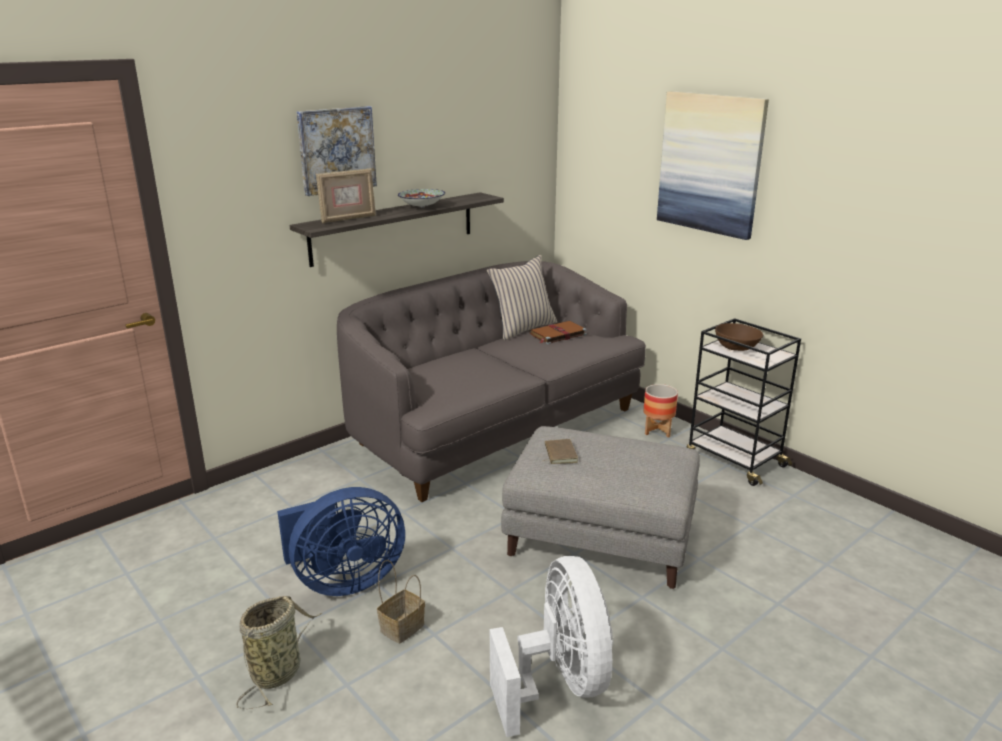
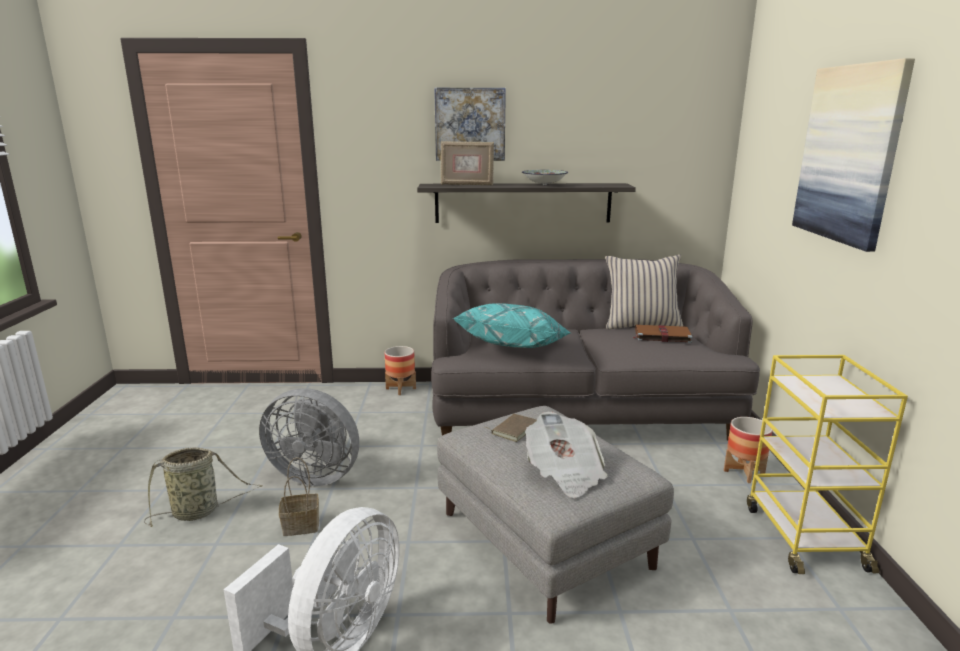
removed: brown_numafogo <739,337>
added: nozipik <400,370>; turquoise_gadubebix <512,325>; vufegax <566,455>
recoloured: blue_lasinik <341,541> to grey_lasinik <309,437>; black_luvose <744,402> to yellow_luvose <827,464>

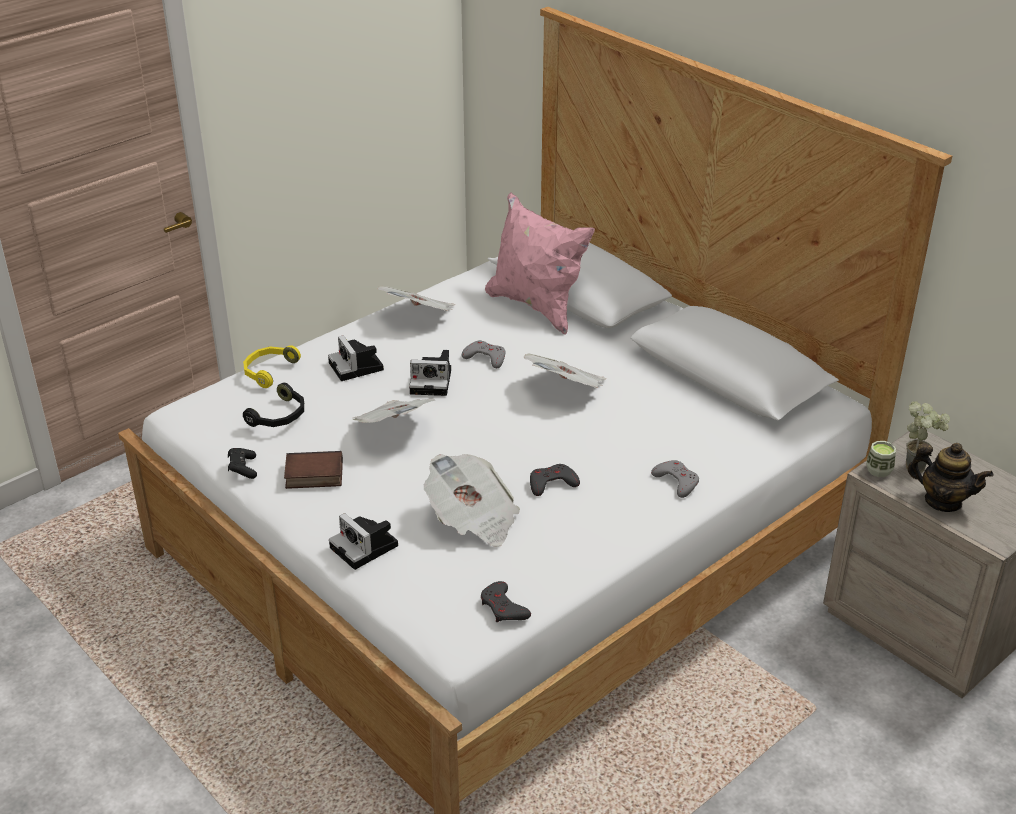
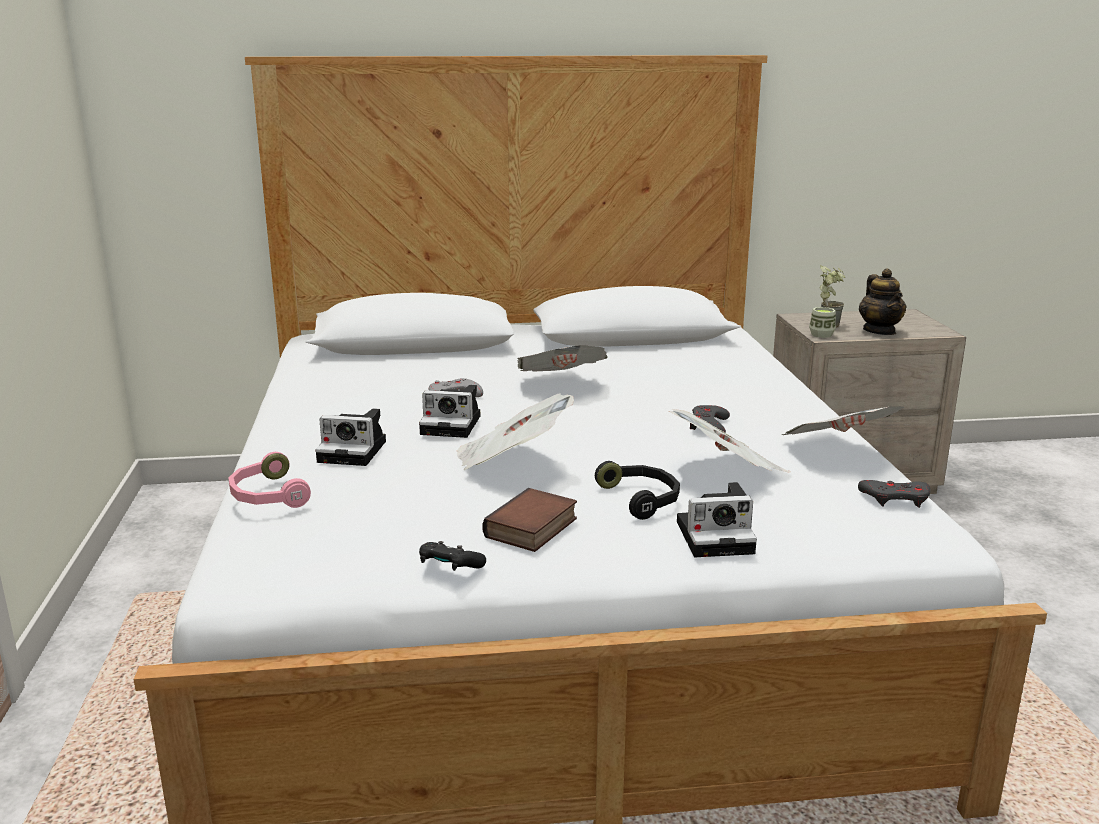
removed: pink_gadubebix <540,264>; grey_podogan <675,479>
moved: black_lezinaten <273,405> to <637,490>; vufegax <416,298> to <843,420>
recoloured: yellow_lezinaten <272,366> to pink_lezinaten <269,480>
turned: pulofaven <430,373> = <449,411> 60 degrees clockwise; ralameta <950,477> = <883,301> 105 degrees clockwise

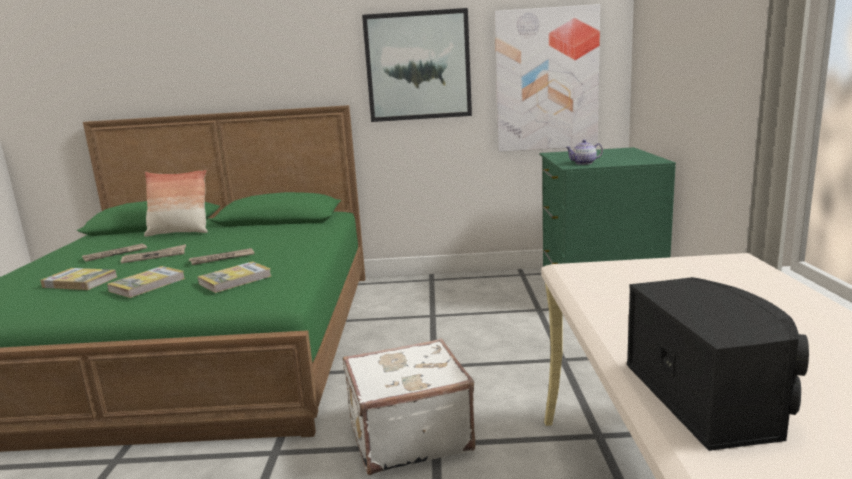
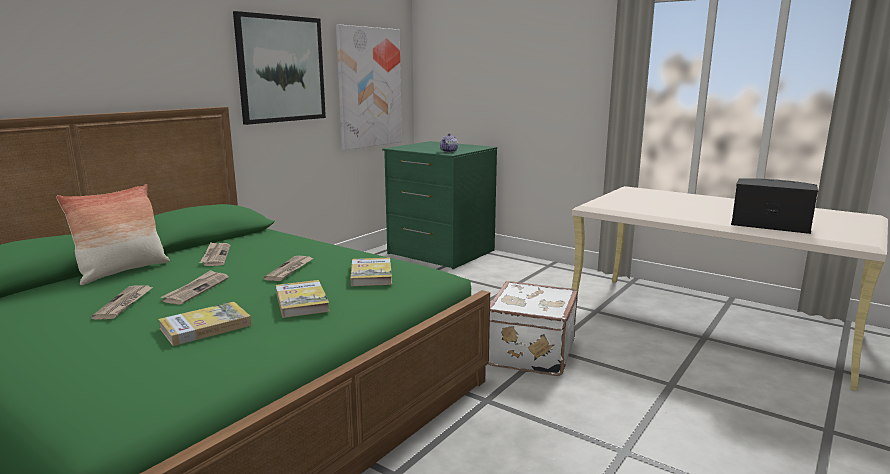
added: vufegax <215,254>

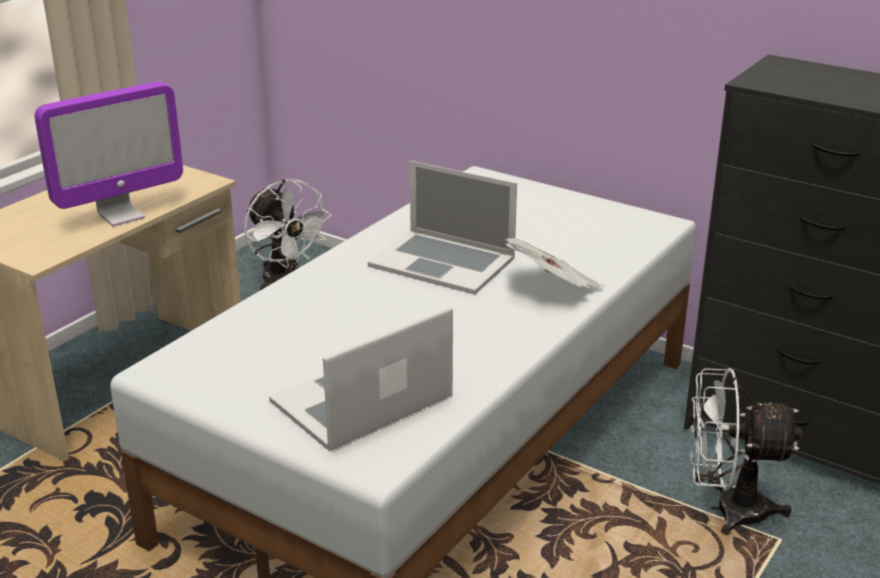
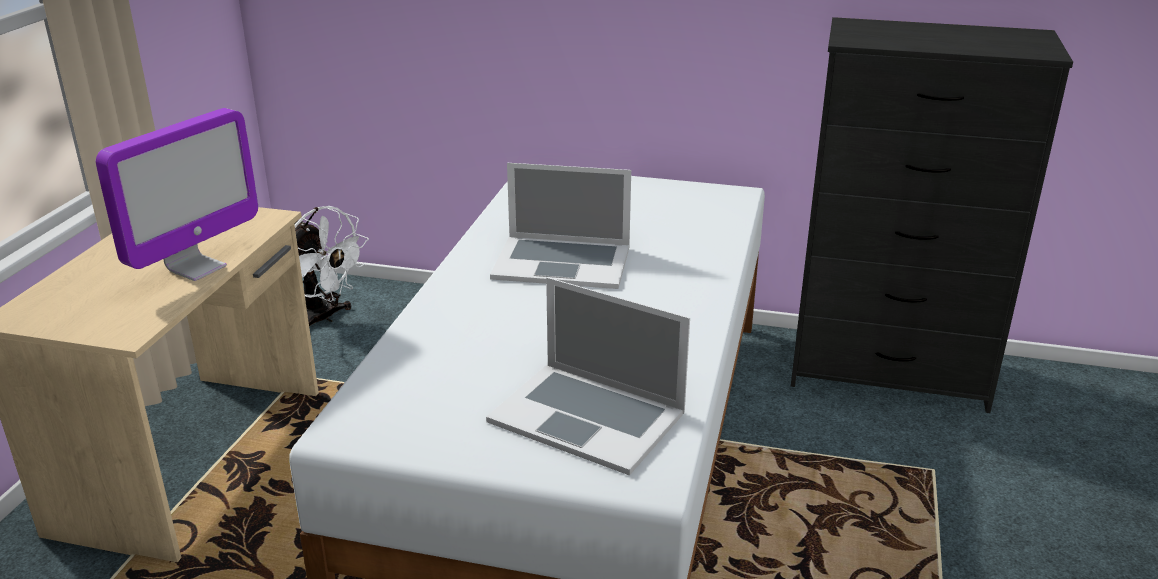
removed: vufegax <555,263>; white_lasinik <746,451>
turned: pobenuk <361,378> = <588,376> 90 degrees counterclockwise

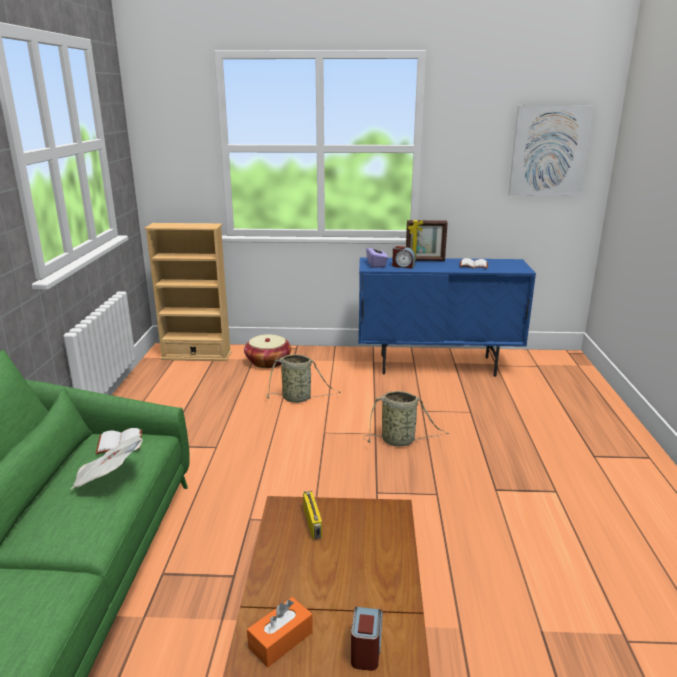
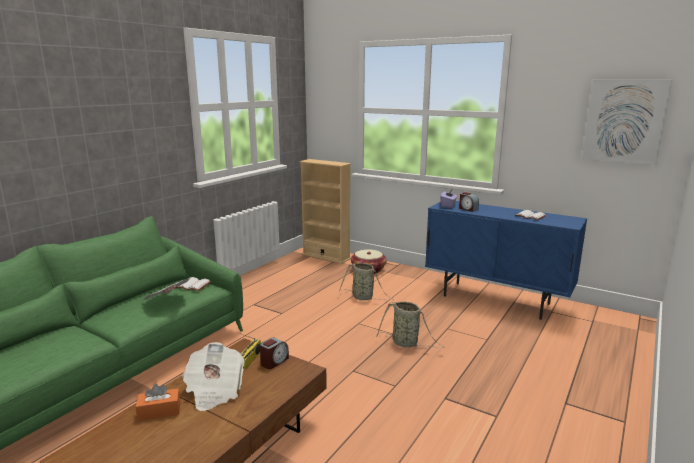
removed: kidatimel <427,240>
added: vufegax <213,376>
moved: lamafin <366,639> to <274,353>

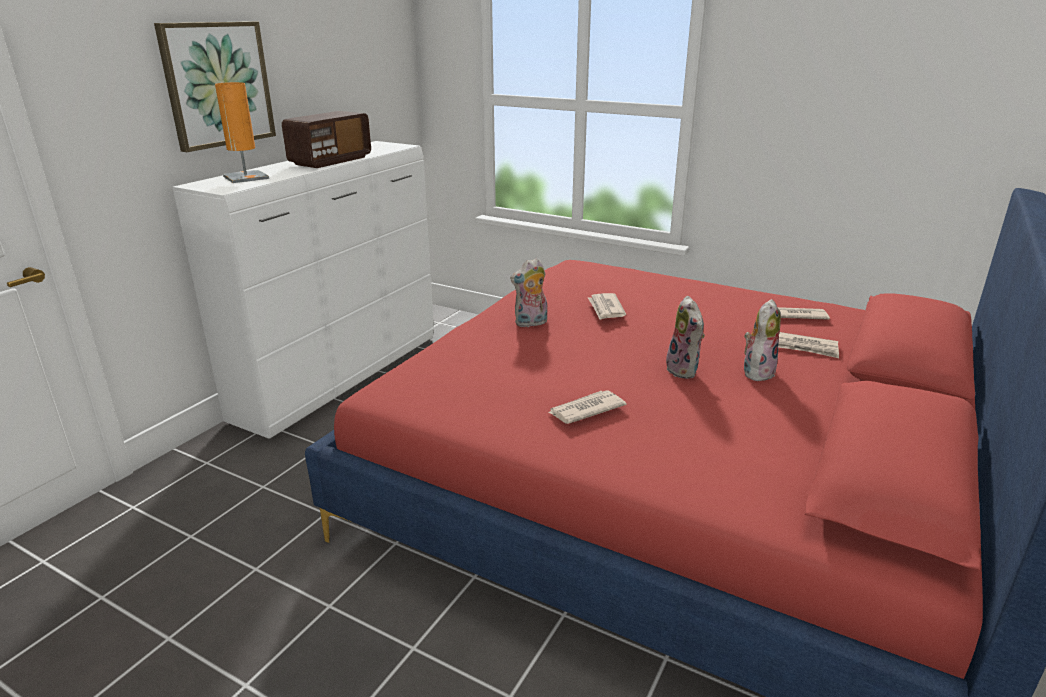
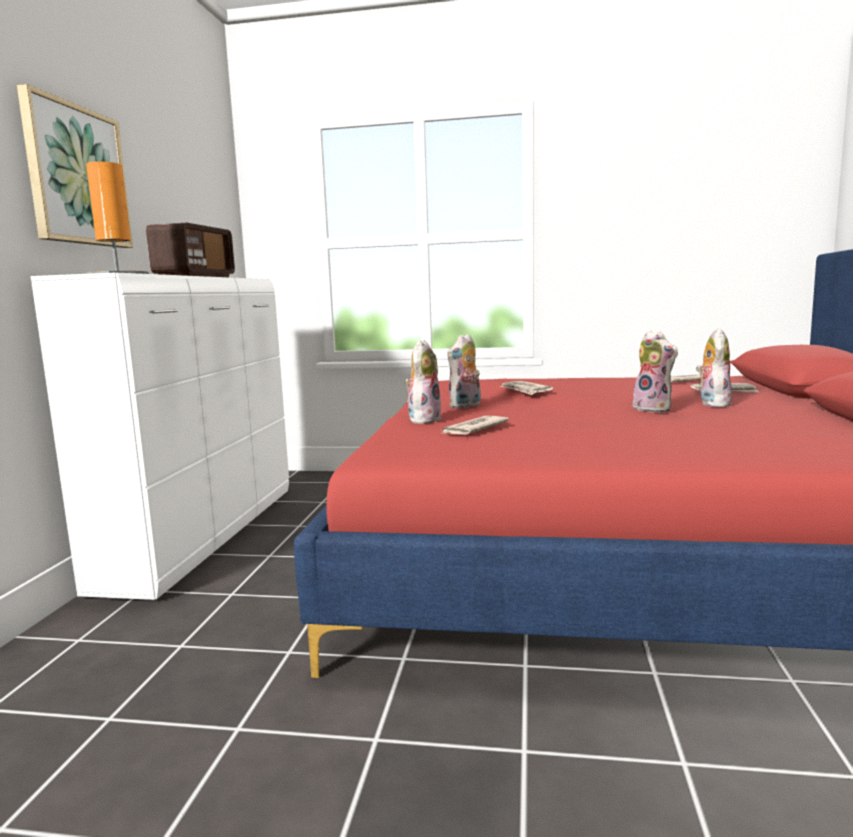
added: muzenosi <423,382>
moved: vufegax <587,407> to <474,425>

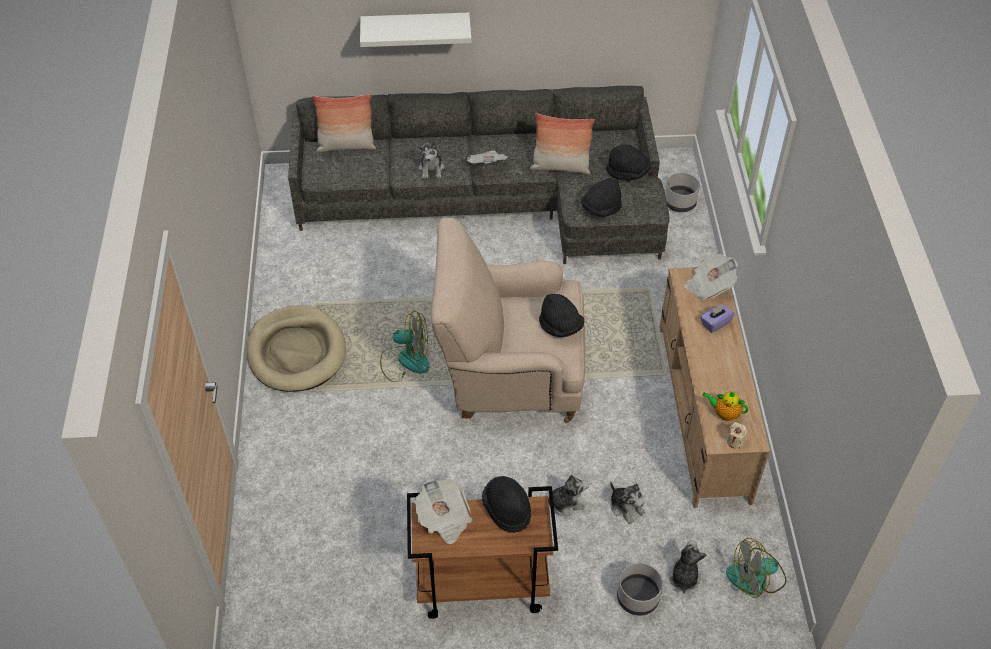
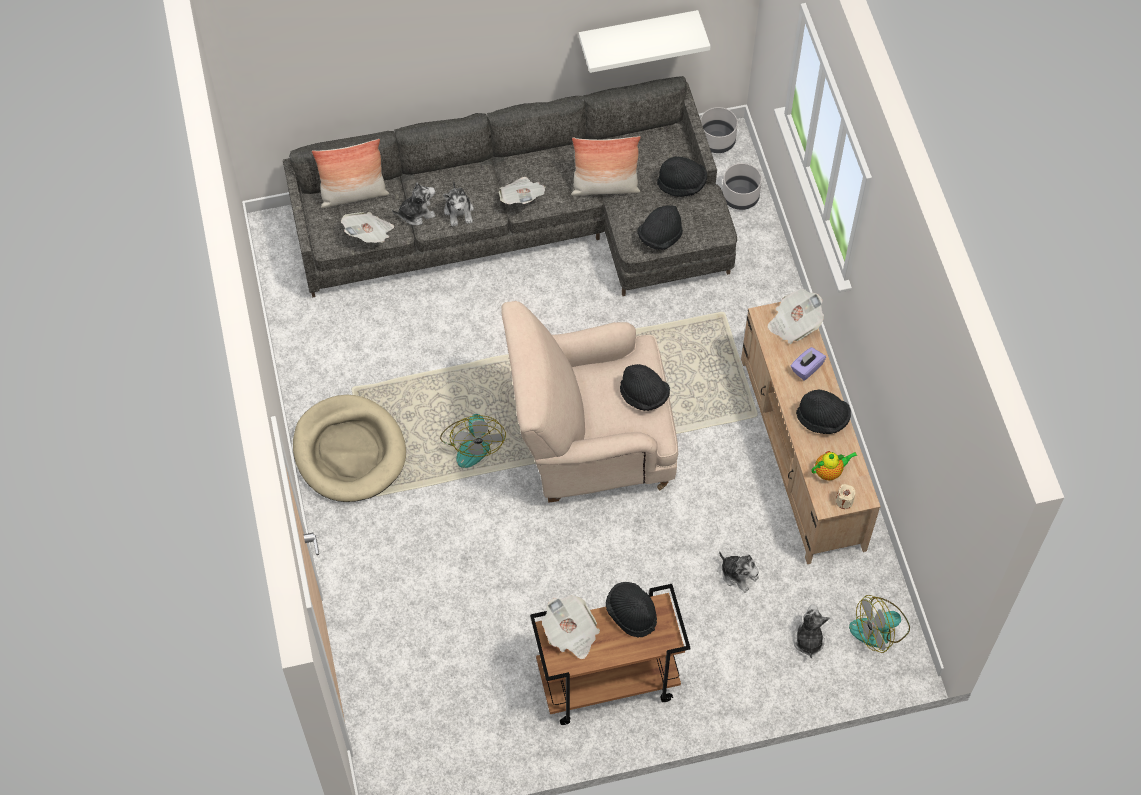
added: vufegax <367,227>; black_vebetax <823,412>
moved: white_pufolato <415,30> to <644,41>; muzenosi <568,495> to <414,203>; grey_nozipik <640,589> to <719,130>
turned: lasinik <405,346> = <473,441> 90 degrees clockwise; ralameta <725,406> = <834,465> 150 degrees clockwise

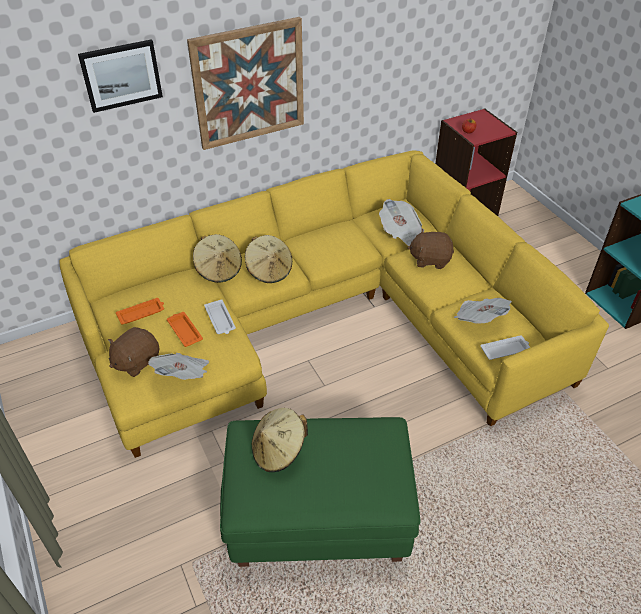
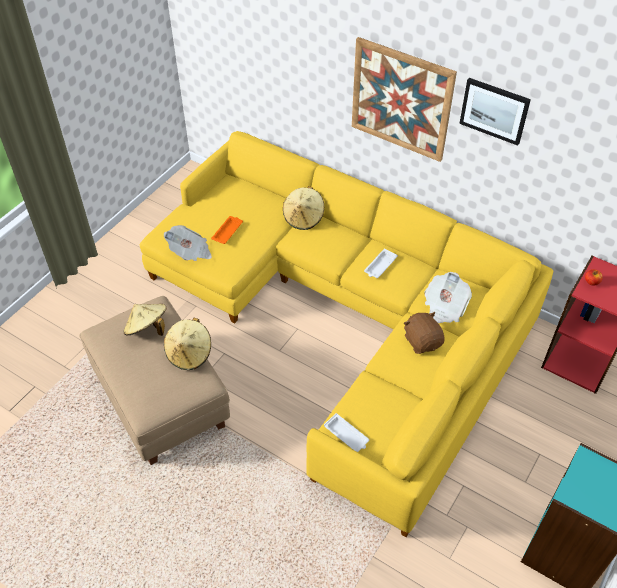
removed: brown_muzenosi <133,352>; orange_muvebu <140,311>; vufegax <483,311>
moved: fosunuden <120,76> to <495,112>; white_muvebu <220,316> to <381,263>; beige_vebetax <268,259> to <187,344>
recoloured: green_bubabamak <320,492> to beige_bubabamak <154,380>

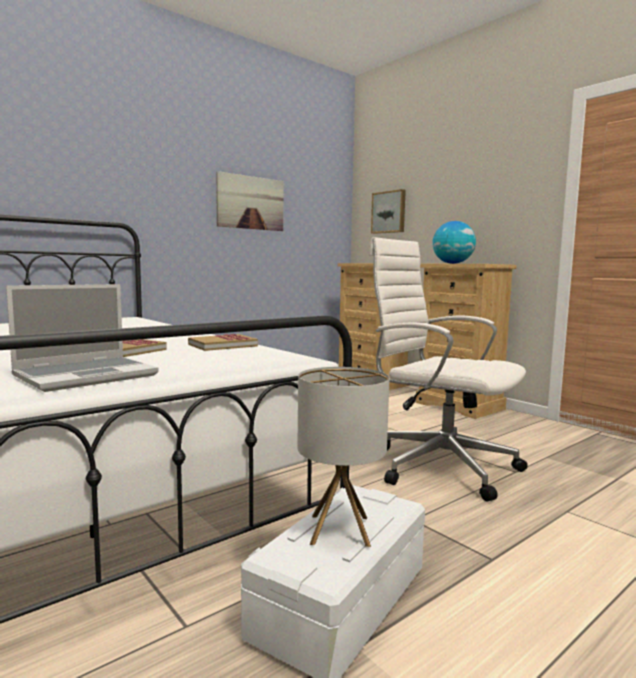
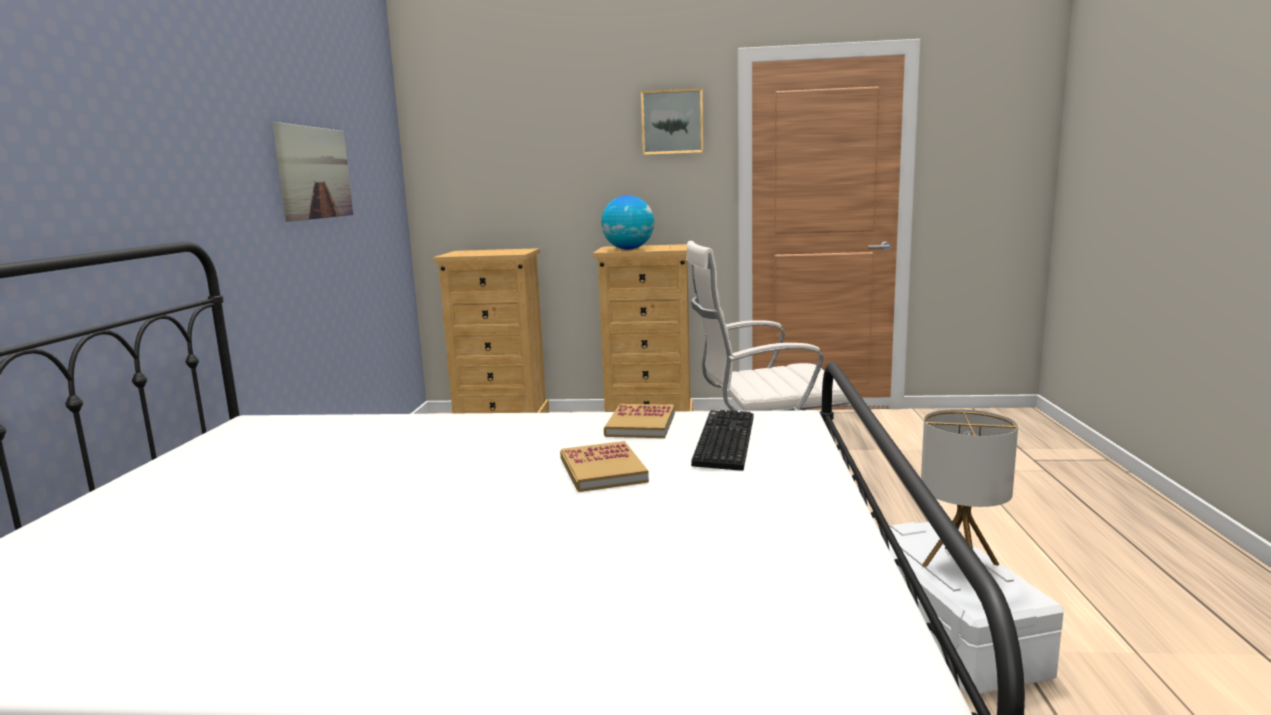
removed: pobenuk <82,338>
added: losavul <722,440>
moved: fosunuden <388,211> to <672,121>

